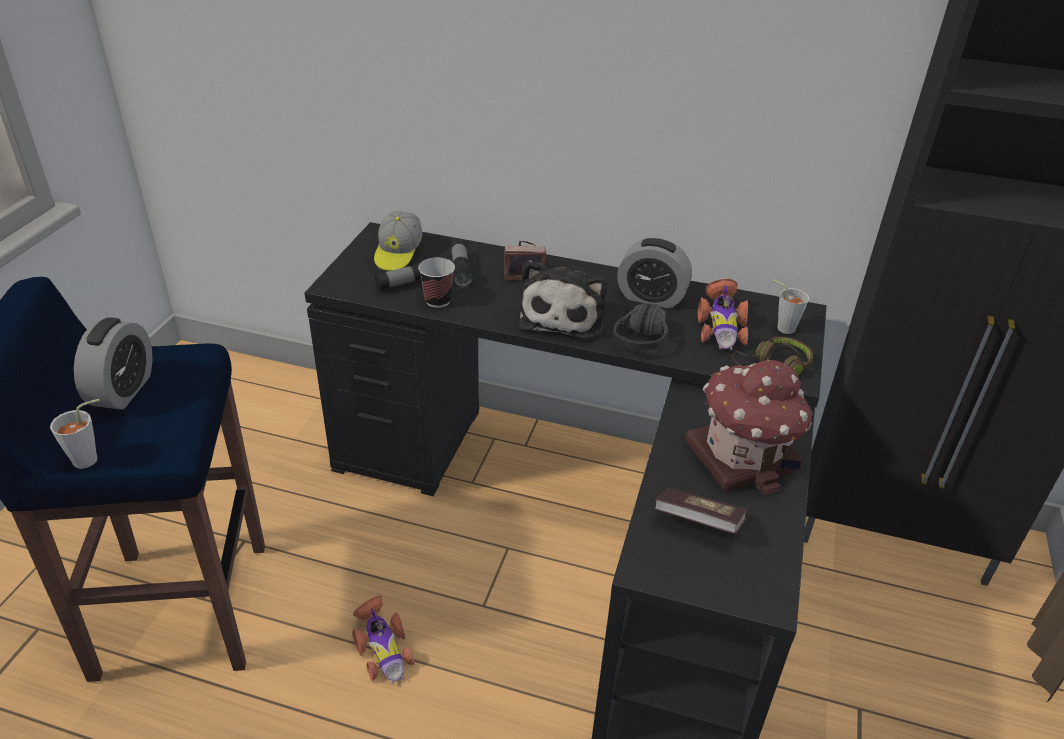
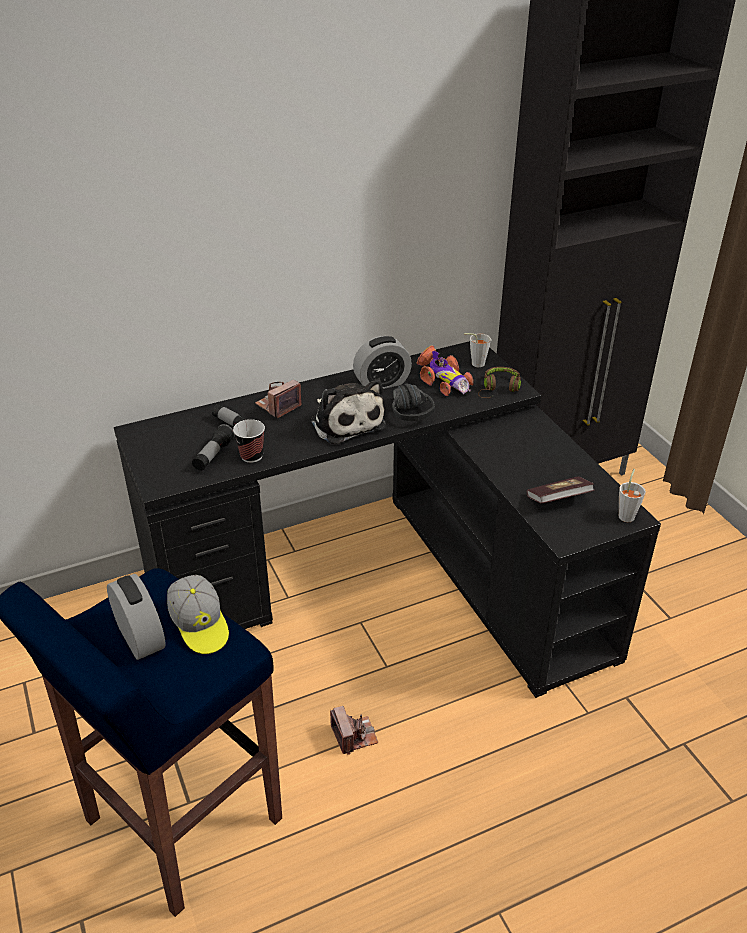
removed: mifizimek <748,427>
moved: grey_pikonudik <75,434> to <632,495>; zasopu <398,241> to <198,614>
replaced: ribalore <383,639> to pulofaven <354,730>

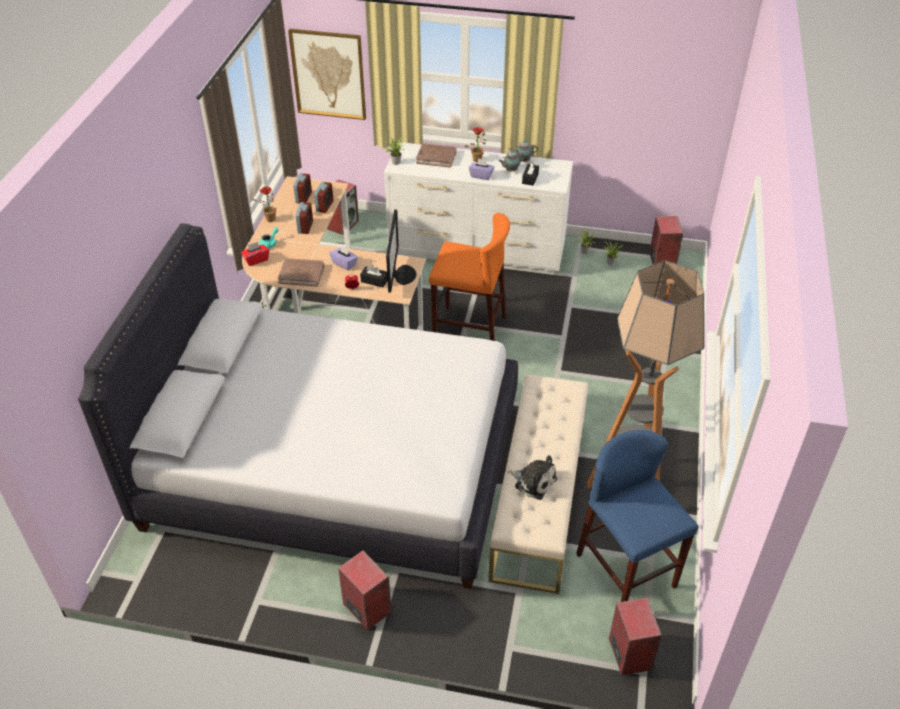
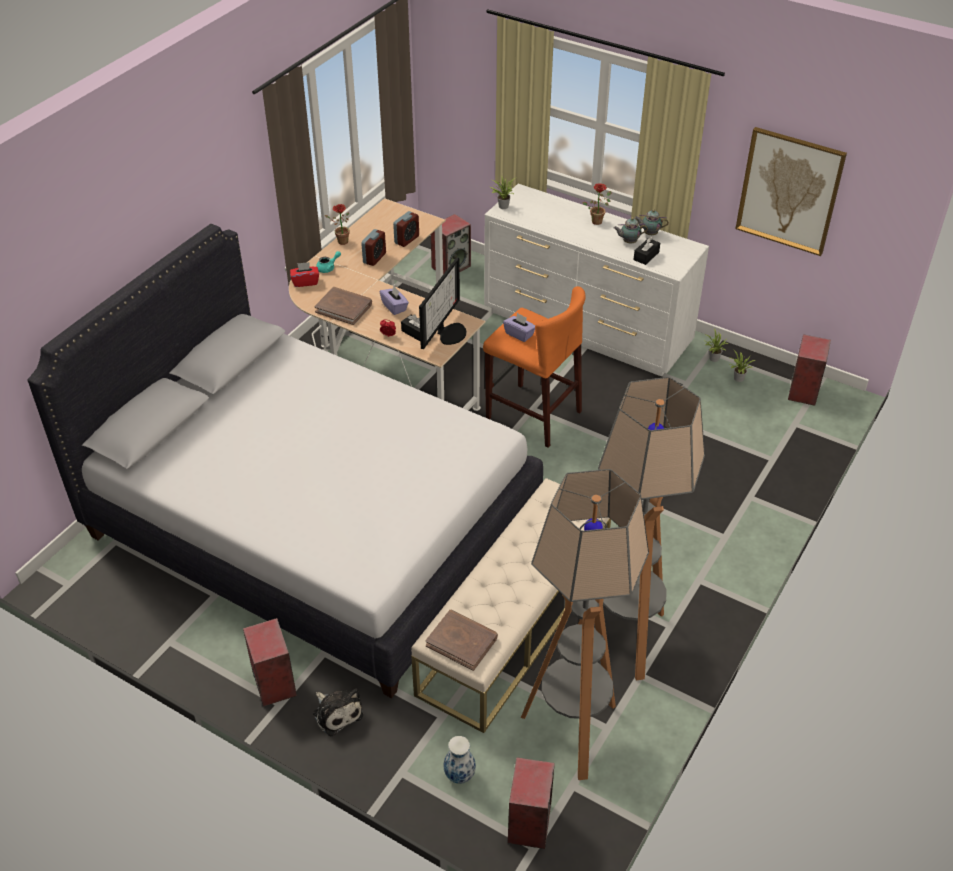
removed: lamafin <302,188>
added: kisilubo <460,760>
moved: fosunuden <327,74> to <791,191>; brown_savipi <436,155> to <462,640>; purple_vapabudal <481,169> to <519,327>; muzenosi <532,477> to <338,712>
replaced: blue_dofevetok <637,516> to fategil <585,624>

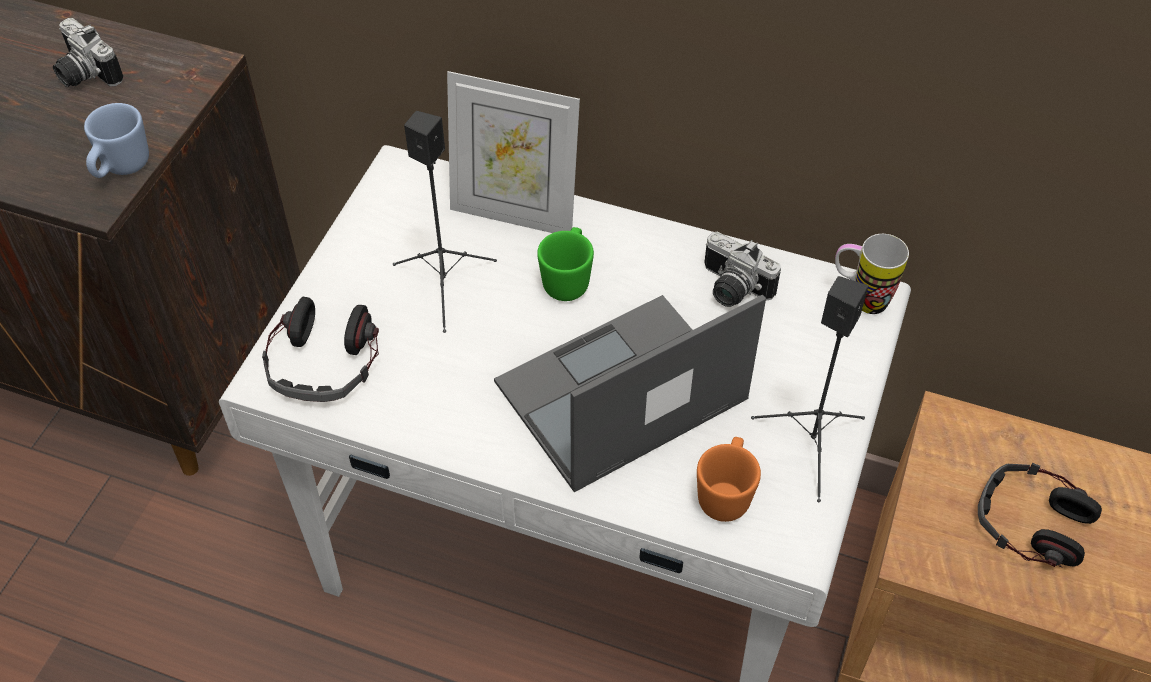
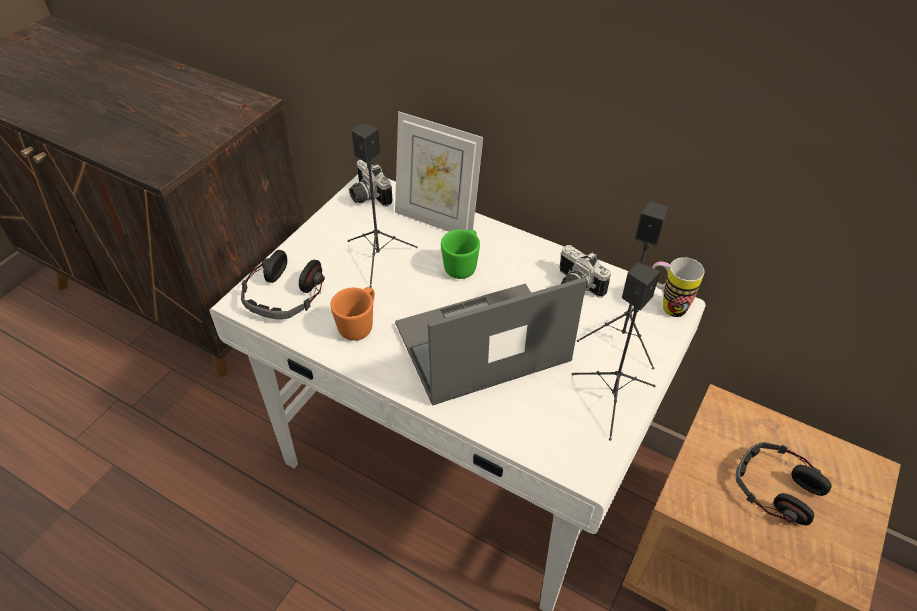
removed: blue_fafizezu <116,140>
added: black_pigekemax <622,285>
moved: pulofaven <88,52> to <371,182>; orange_fafizezu <729,479> to <352,314>

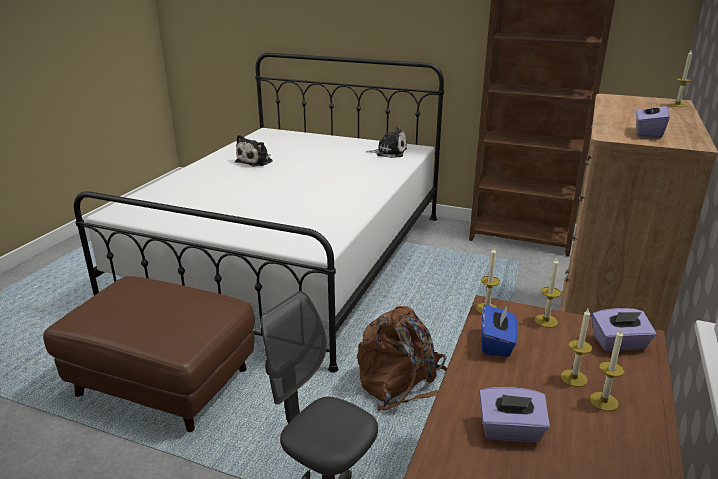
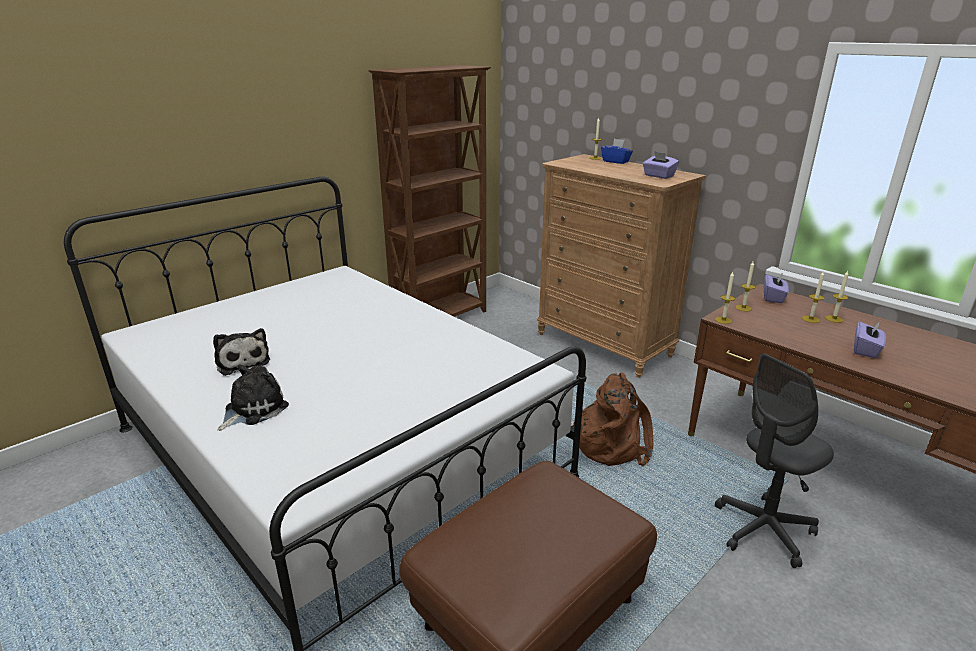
moved: muzenosi <387,142> to <253,397>; blue_vapabudal <499,330> to <617,151>

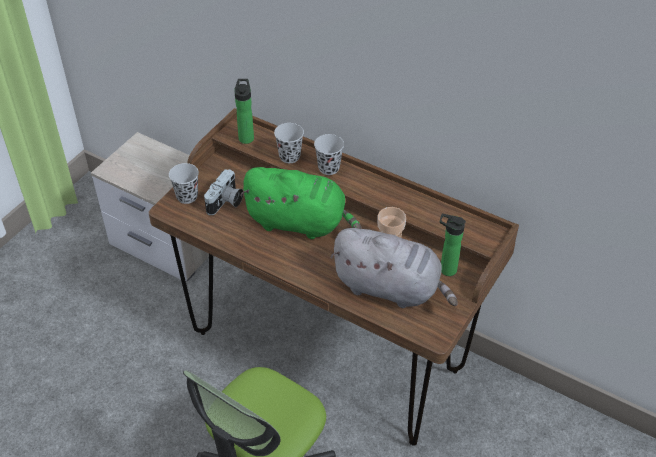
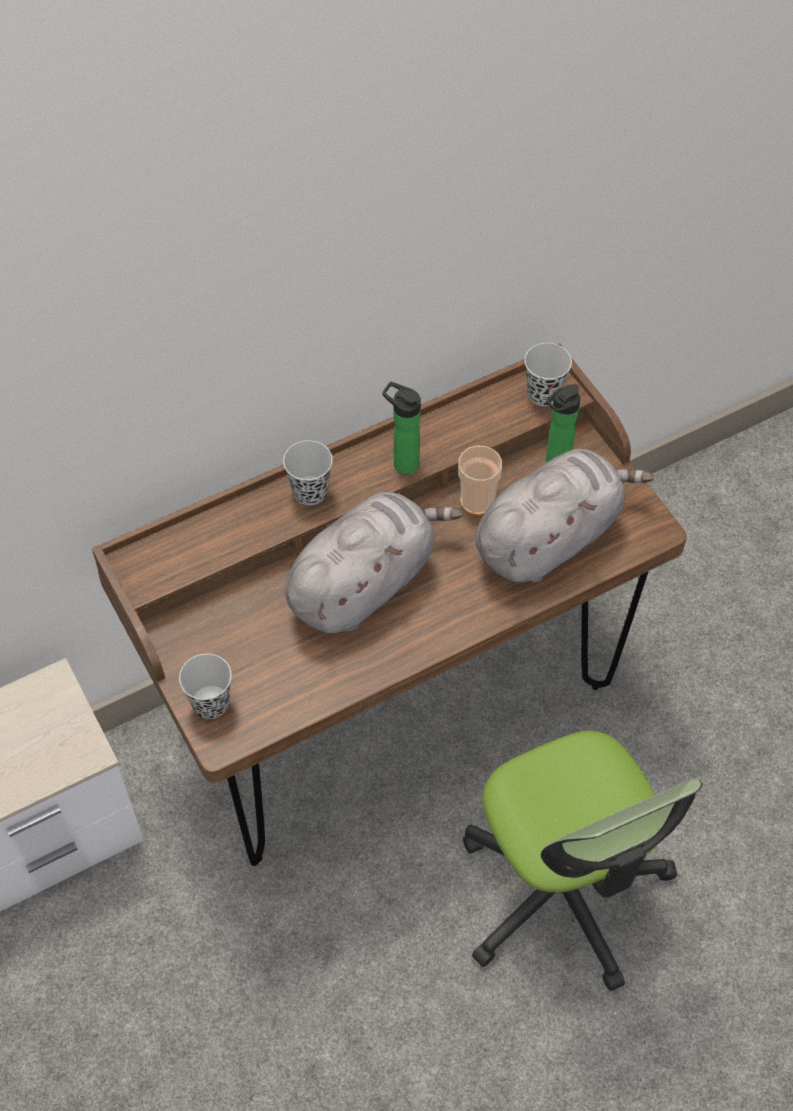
removed: pulofaven <224,192>
moved: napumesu <244,111> to <401,428>; black_pikonudik <289,143> to <548,374>
recoloured: green_muzenosi <301,203> to grey_muzenosi <374,563>

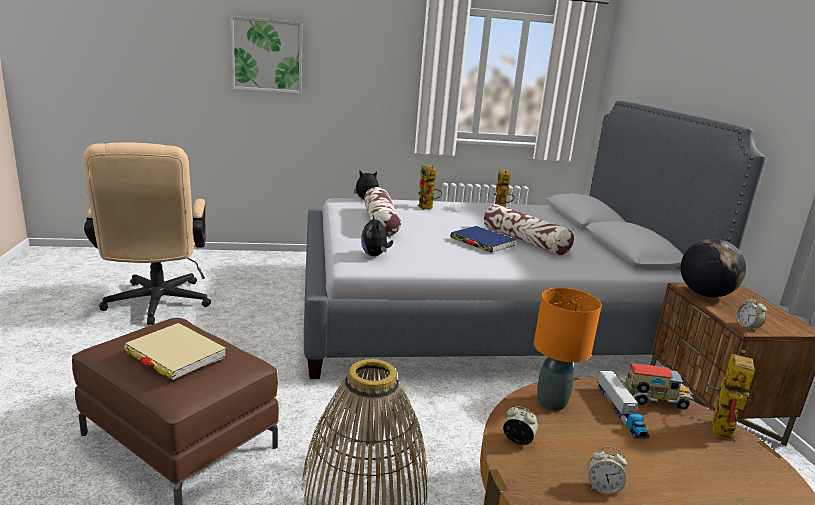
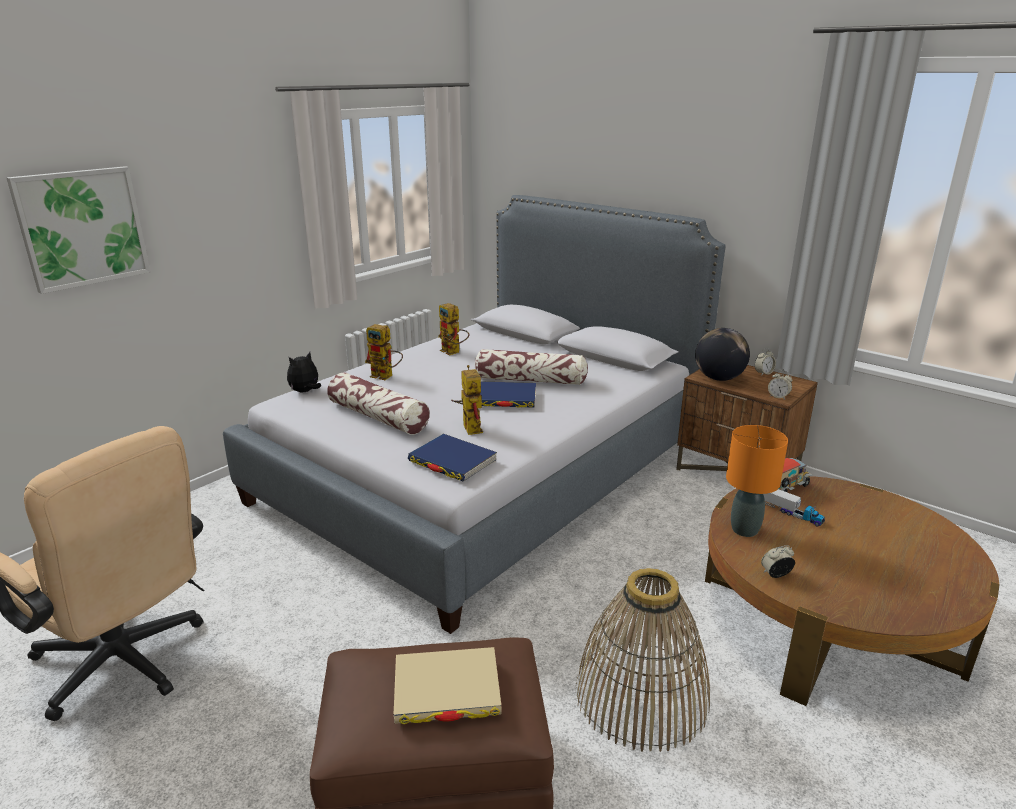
moved: lamafin <607,471> to <765,362>; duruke <730,396> to <467,400>
replaced: muzenosi <377,235> to blue_savipi <452,458>

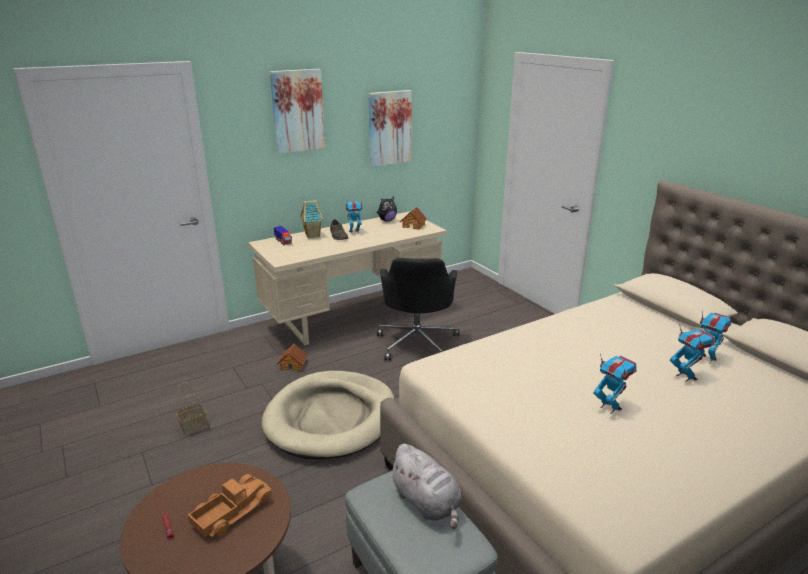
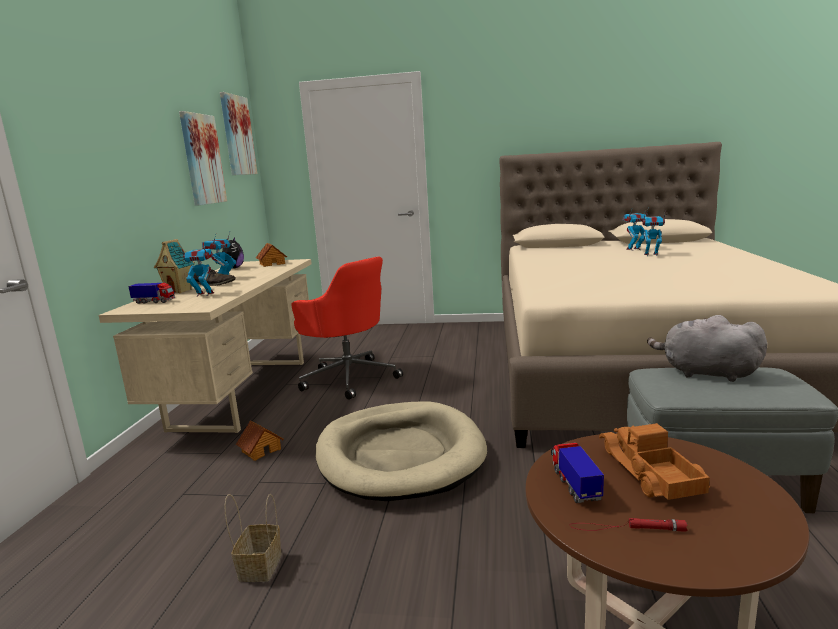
added: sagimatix <577,473>
moved: fosunuden <297,111> to <238,133>; duruke <615,384> to <197,270>
recoloured: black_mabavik <418,309> to red_mabavik <347,328>
turned: grey_muzenosi <425,486> = <707,348> 150 degrees counterclockwise

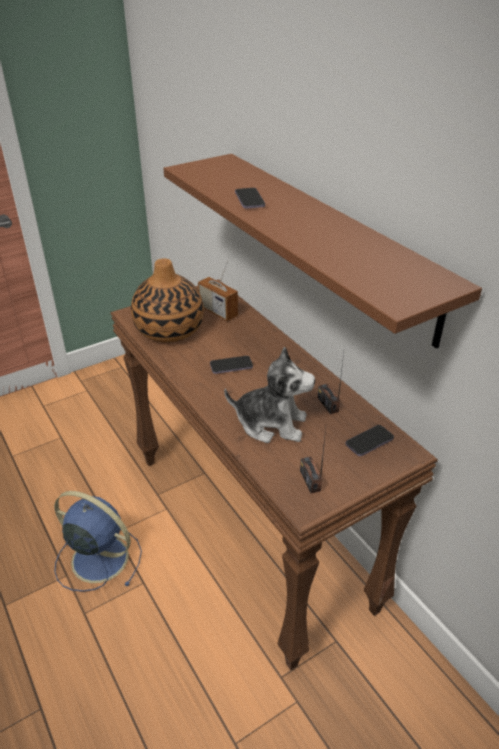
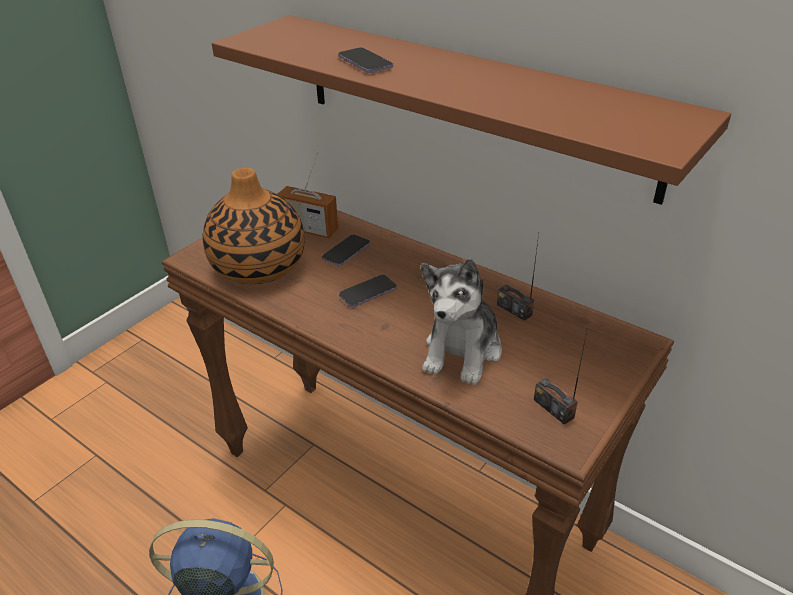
moved: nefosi <370,440> to <346,250>
turned: muzenosi <269,395> = <461,321> 120 degrees clockwise

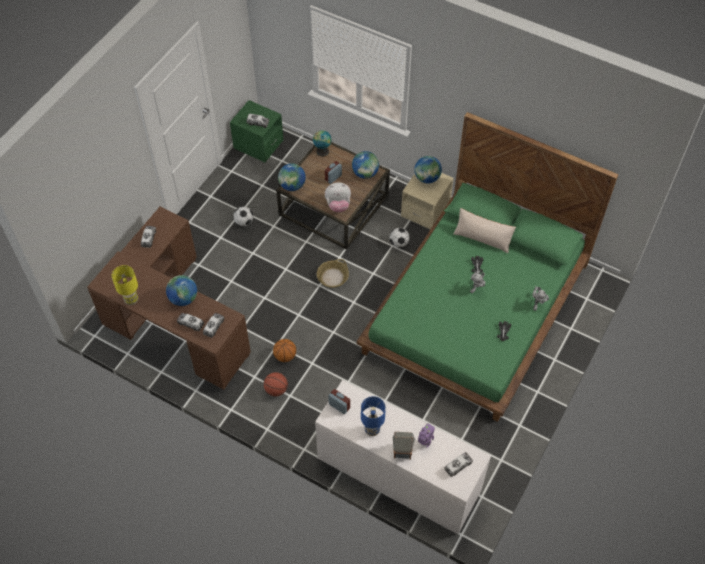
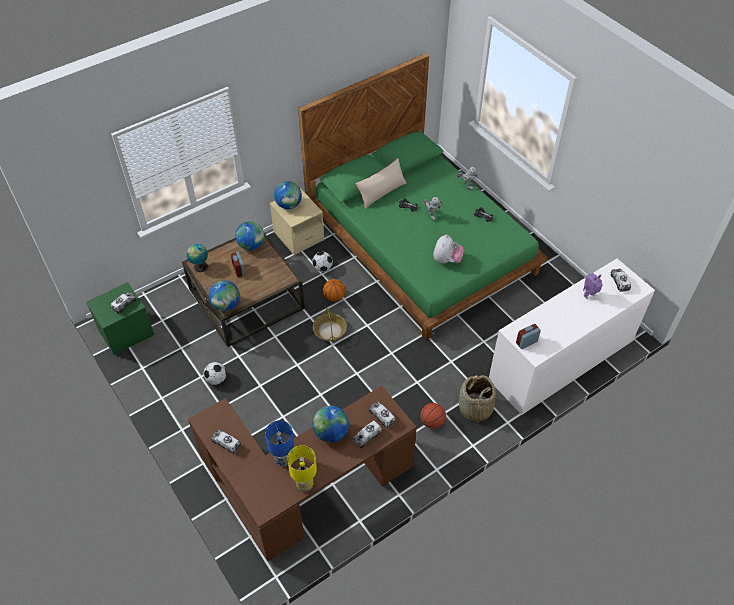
removed: mifizimek <404,446>
added: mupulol <477,400>
moved: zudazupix <284,350> to <334,290>; muzenosi <338,197> to <448,249>; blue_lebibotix <373,416> to <279,443>

